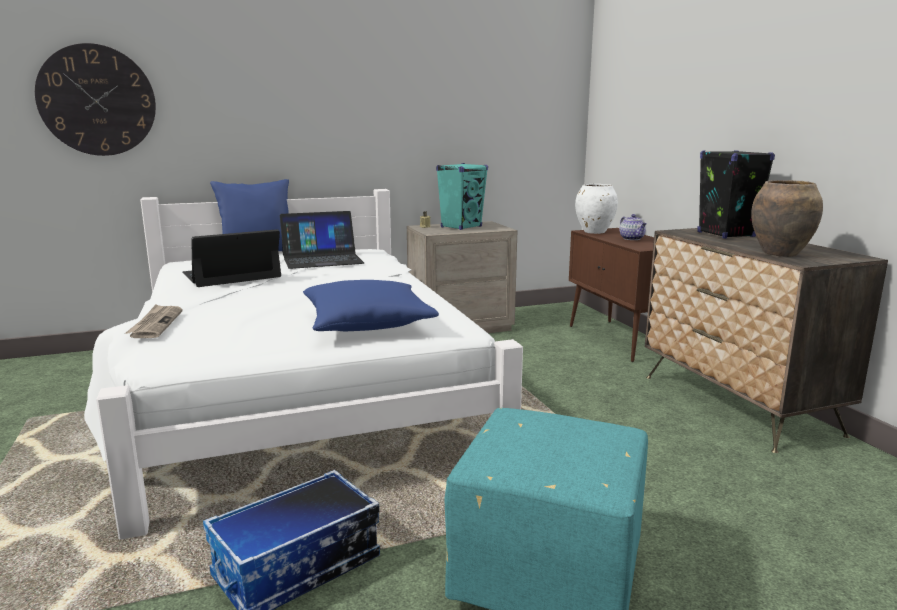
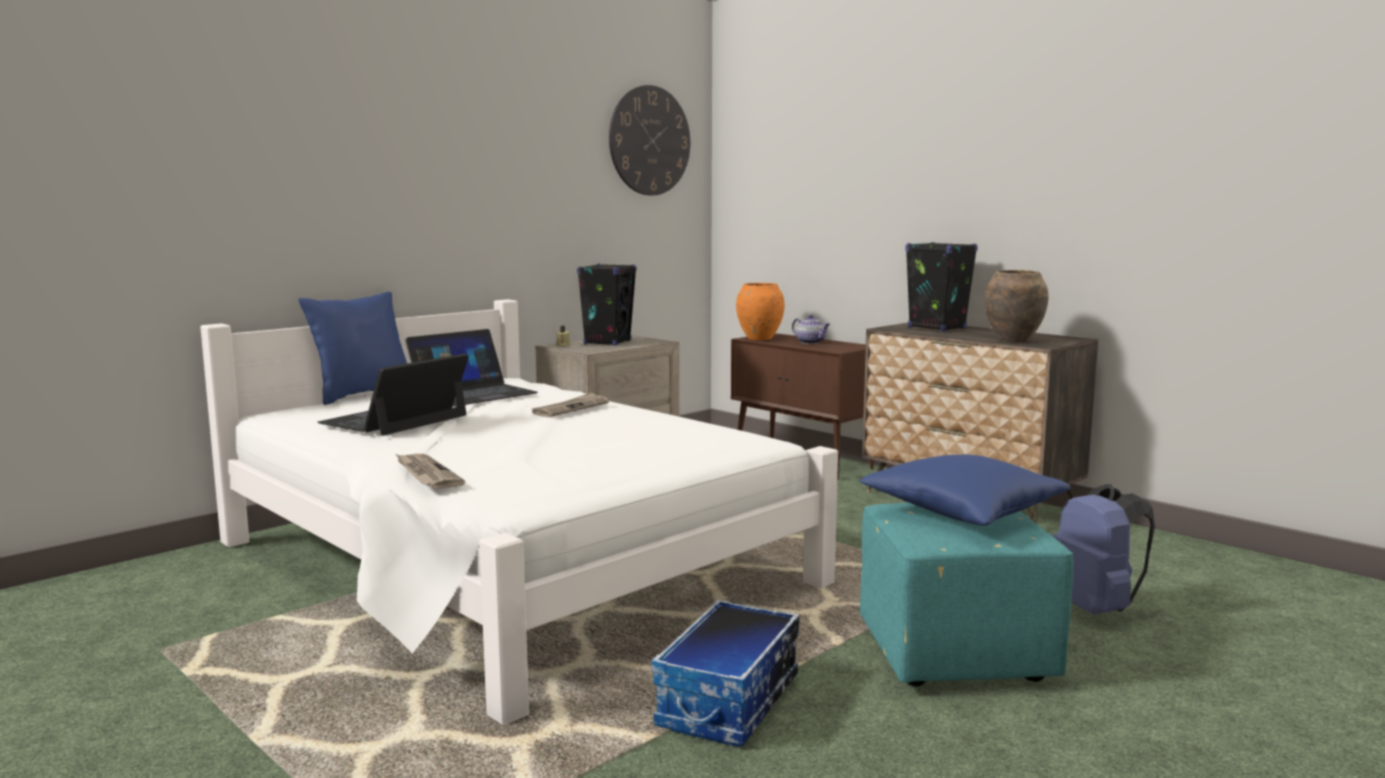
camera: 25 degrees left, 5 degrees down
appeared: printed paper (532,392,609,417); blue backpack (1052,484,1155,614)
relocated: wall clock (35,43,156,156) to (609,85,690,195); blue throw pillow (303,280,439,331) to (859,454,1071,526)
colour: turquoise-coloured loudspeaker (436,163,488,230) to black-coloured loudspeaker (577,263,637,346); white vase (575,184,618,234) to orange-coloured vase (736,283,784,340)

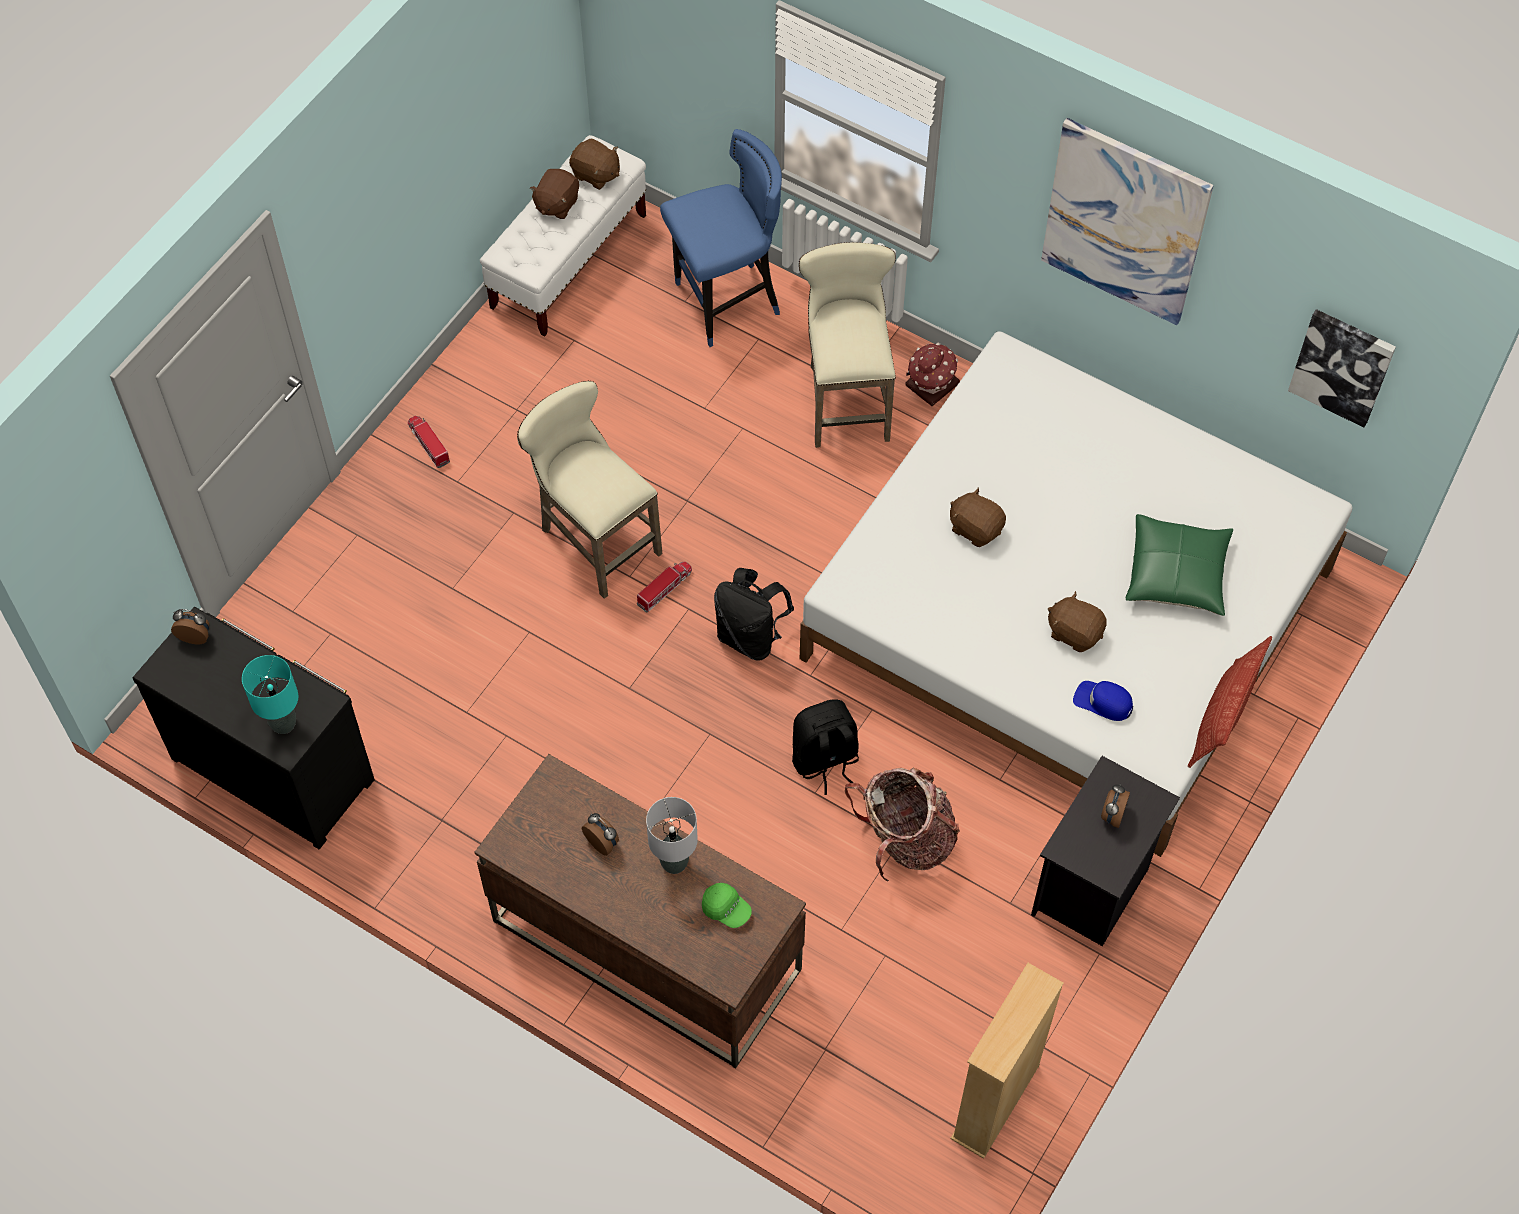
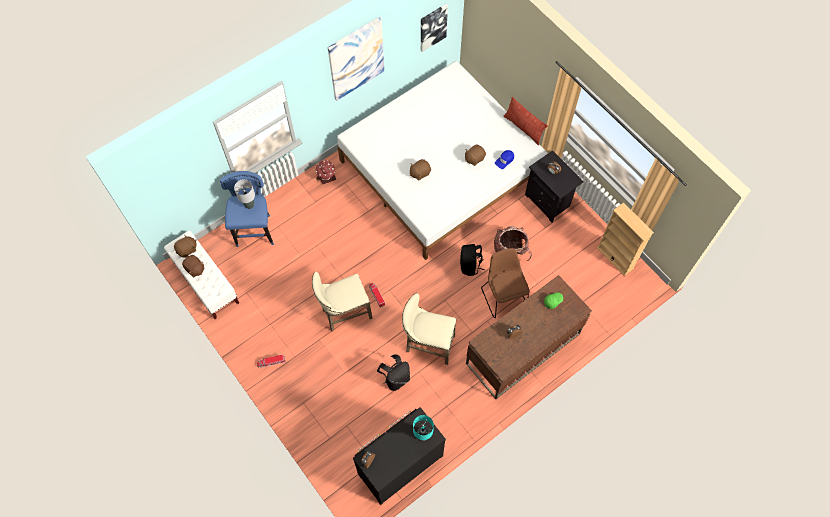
camera: 70 degrees left, 5 degrees up
missing: green throw pillow (1126,514,1233,616)
appeared: brownish upright chair (481,248,529,318)
relocated: greyish lamp for a table (646,797,698,874) to (234,179,255,209); black-coloured backpack (714,568,794,661) to (377,354,410,391); sand-coloured stool seat (799,242,896,448) to (402,293,456,365)

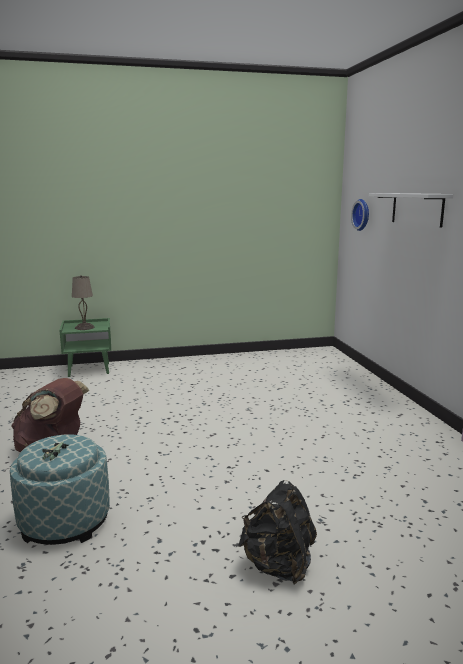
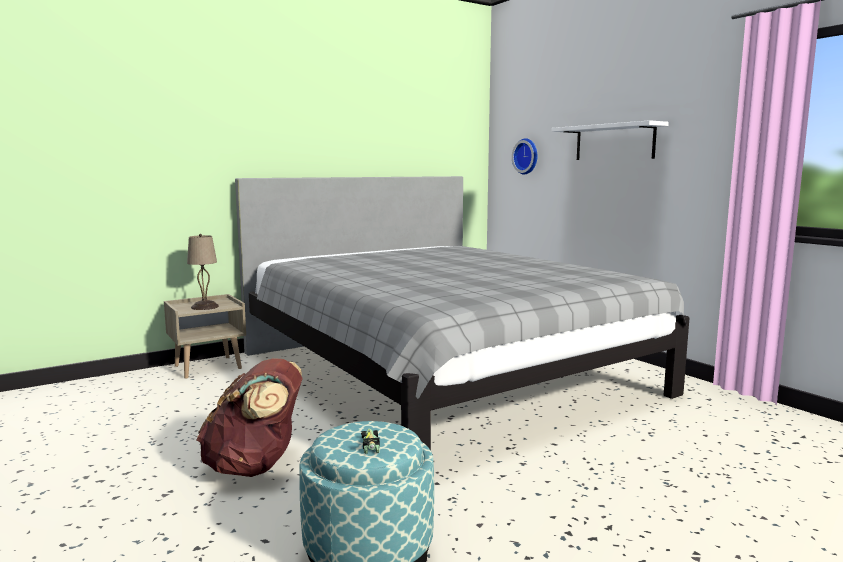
camera: 20 degrees left, 5 degrees down
missing: black-coloured backpack (238,480,317,584)
appeared: greyish bed (235,176,690,450)
colour: green bedside table (59,318,111,377) to sand-coloured bedside table (164,294,246,379)

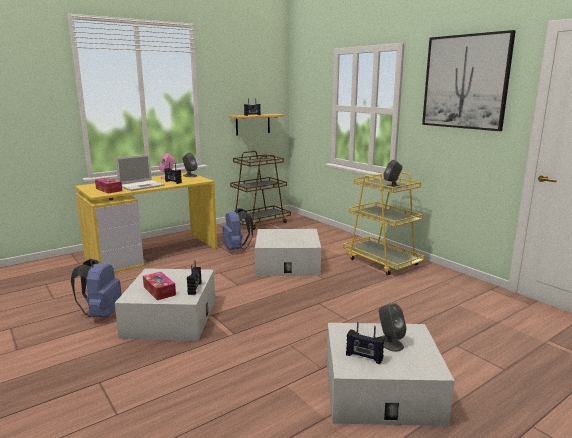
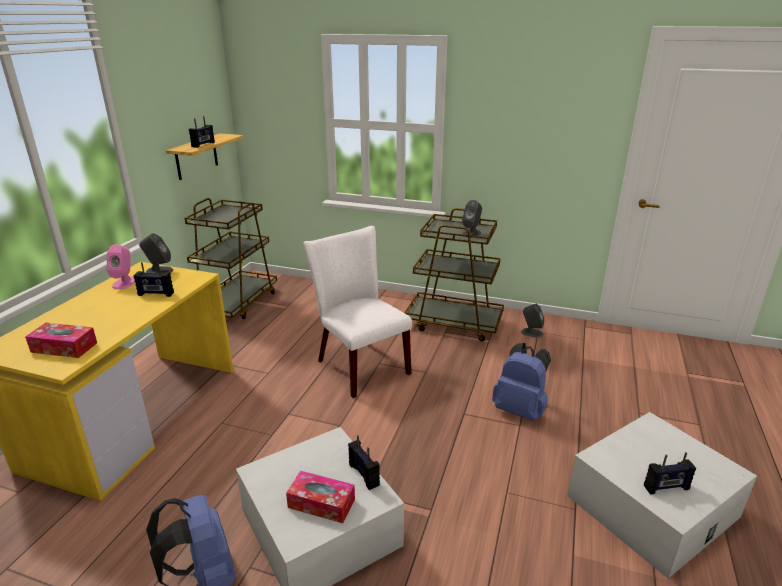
camera: 35 degrees left, 10 degrees up
missing: notebook computer (115,154,165,191); wall picture (422,30,516,131)
relocated: blue backpack (222,208,253,250) to (492,343,551,421); greyish loudspeaker (379,303,407,352) to (521,304,544,338)
exchanged: white storage container (255,229,321,276) to white upright chair (304,226,412,398)
colour: yellowish wheeled cart (343,172,425,275) to brownish wheeled cart (404,208,504,342)

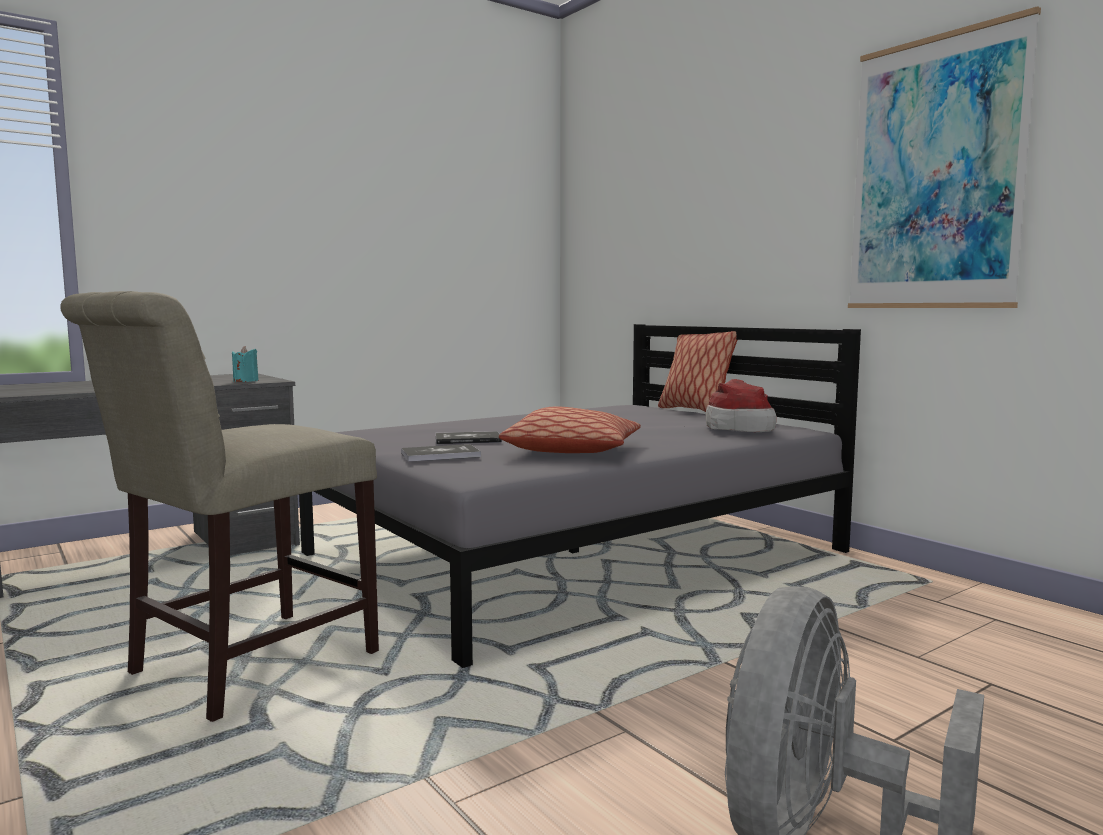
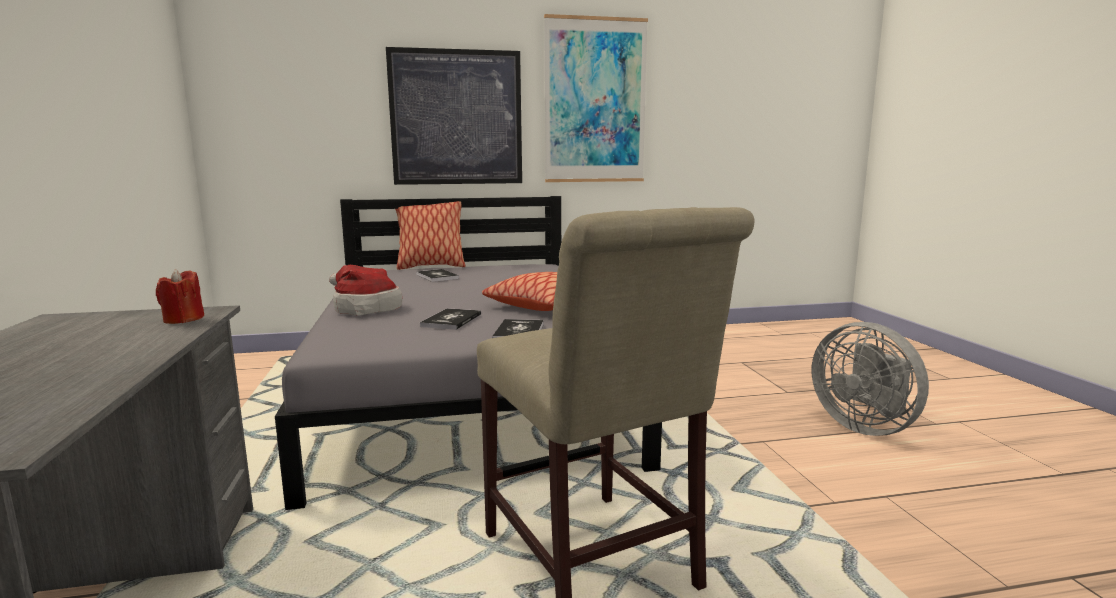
camera: 65 degrees left, 5 degrees up
appeared: wall picture (386,47,522,185); volume (416,269,459,282)
relocated: clothing hat (706,379,776,432) to (329,265,403,316)
colour: turquoise-coloured wax candle (232,346,259,382) to red-coloured wax candle (156,269,204,324)

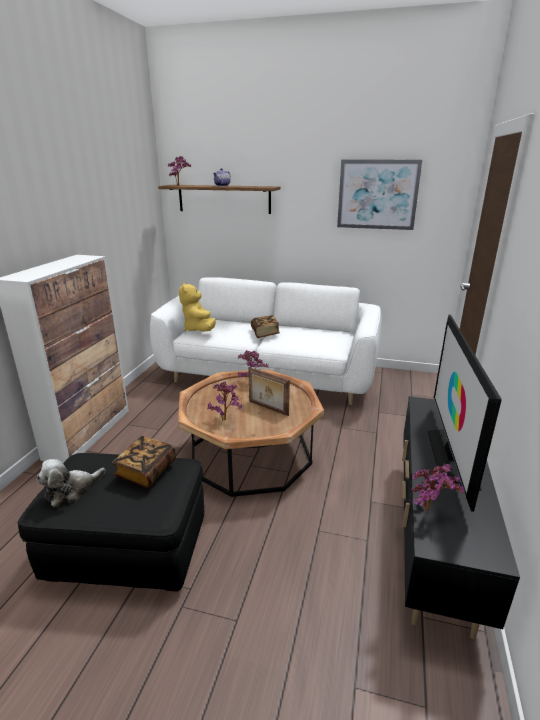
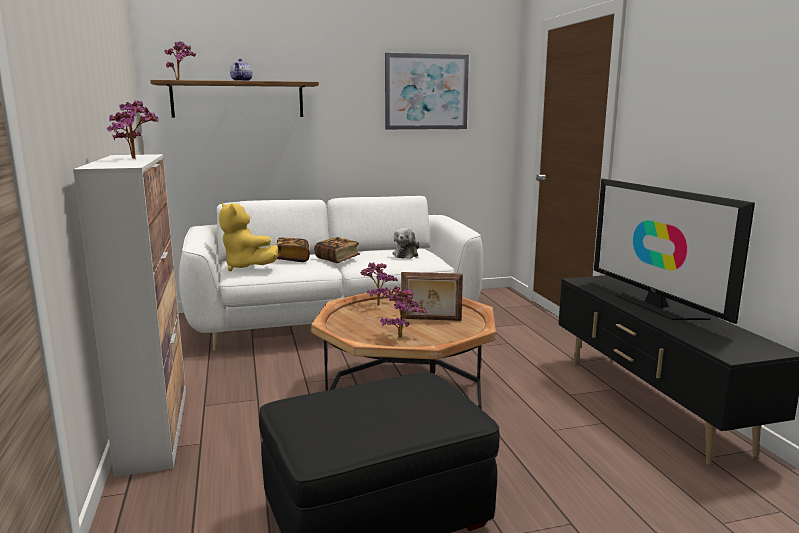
camera: 30 degrees left, 10 degrees down
relocated: plush toy (37,459,106,507) to (392,228,420,259); volume (112,436,176,489) to (276,238,310,262); houseplant (411,463,465,511) to (107,100,158,159)

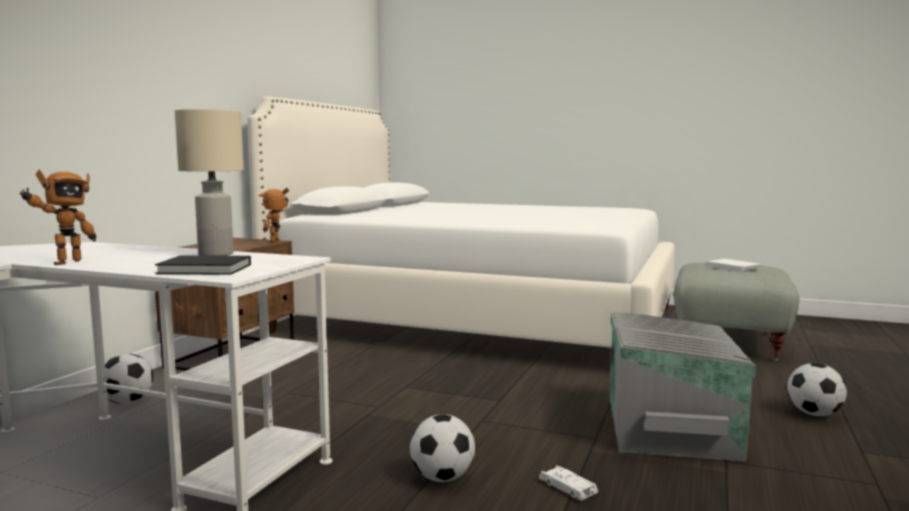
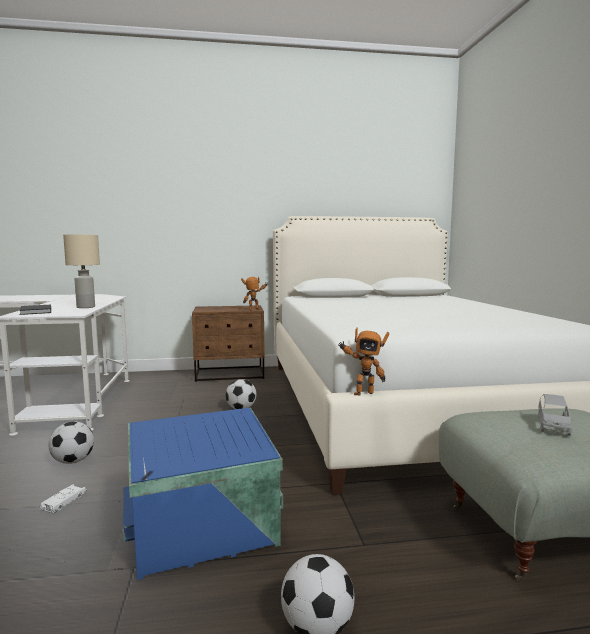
camera: 60 degrees right, 0 degrees up
relocated: robot figure (20,170,96,265) to (338,328,389,395); ball for football (105,354,153,404) to (226,379,257,409)
exchanged: white volume (707,259,760,272) to greyish miniature car (538,394,572,436)
colour: greyish storage container (610,312,756,461) to blue storage container (123,408,283,580)

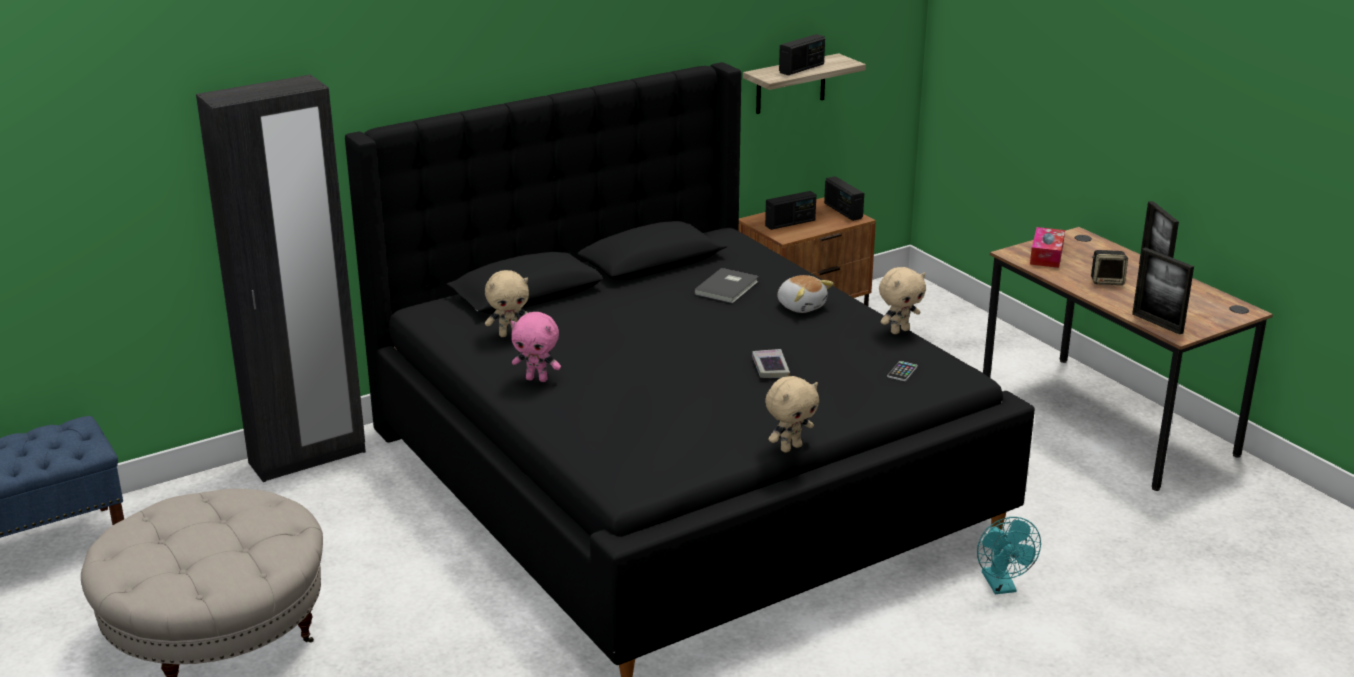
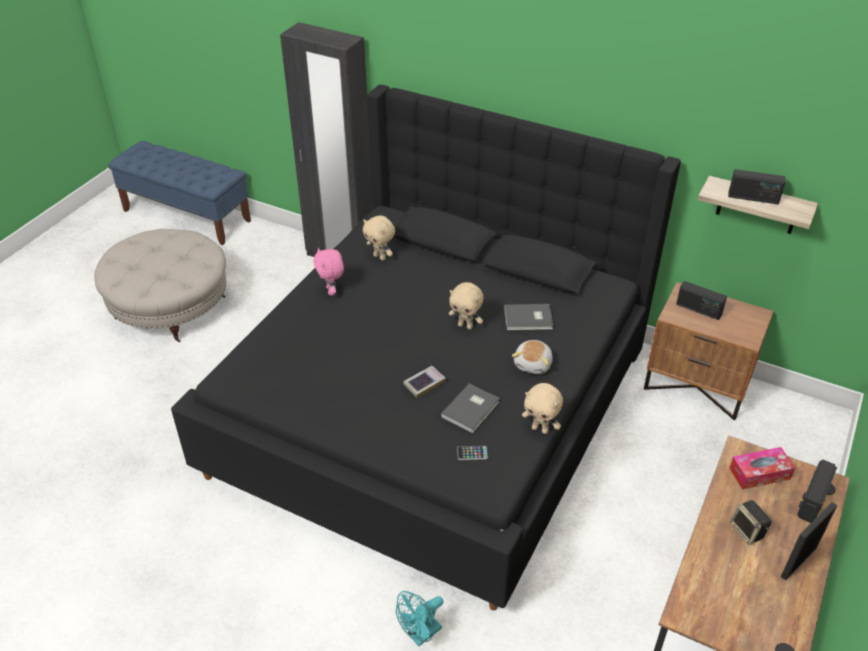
camera: 60 degrees right, 15 degrees up
missing: photo frame (1132,247,1194,335)
appeared: greyish volume (440,384,500,433)
relocated: sand-coloured plush toy (765,376,819,452) to (449,282,484,330); radio (824,176,864,221) to (797,460,837,523)

